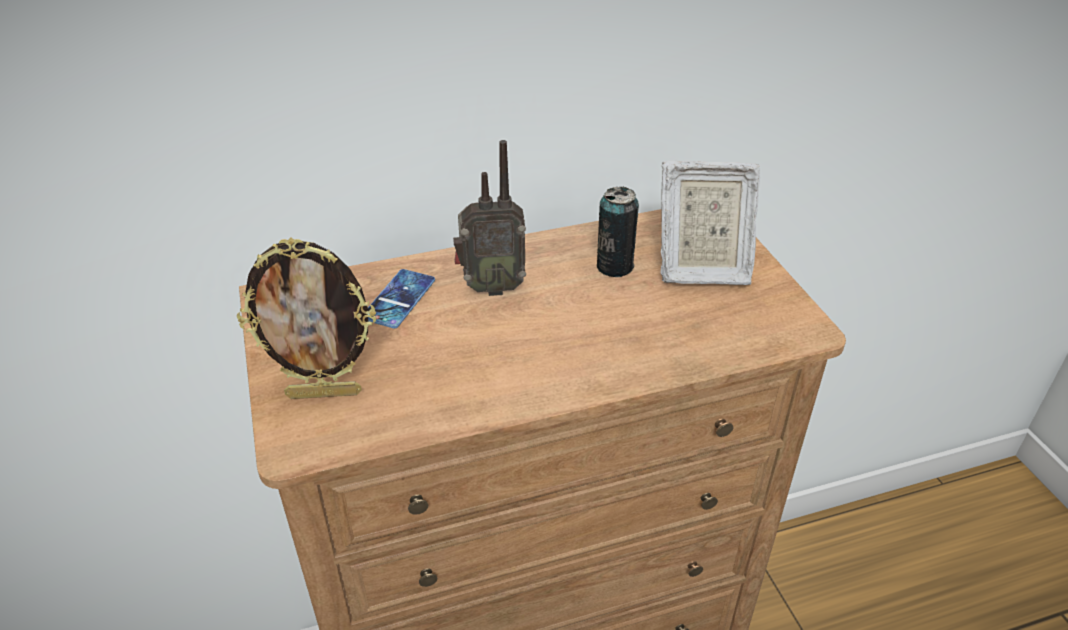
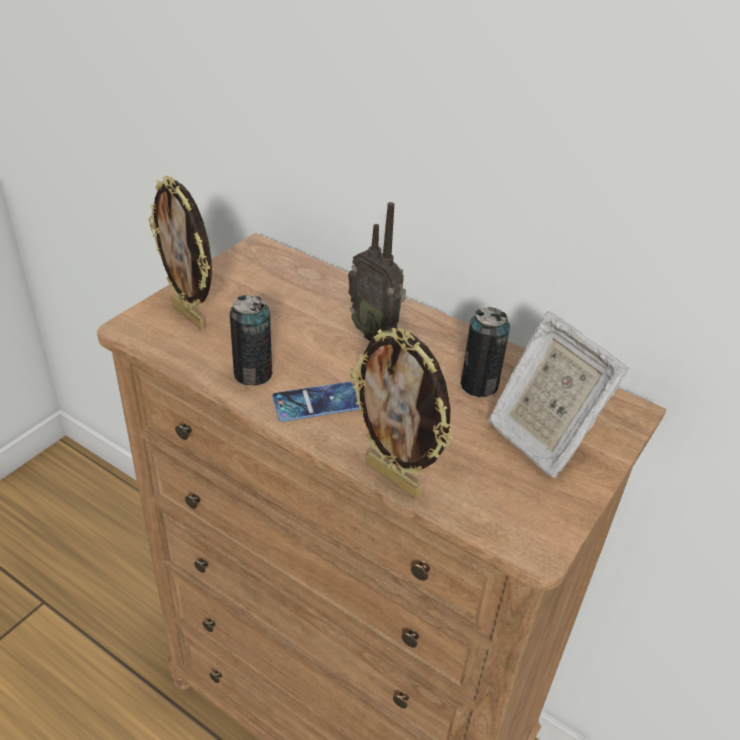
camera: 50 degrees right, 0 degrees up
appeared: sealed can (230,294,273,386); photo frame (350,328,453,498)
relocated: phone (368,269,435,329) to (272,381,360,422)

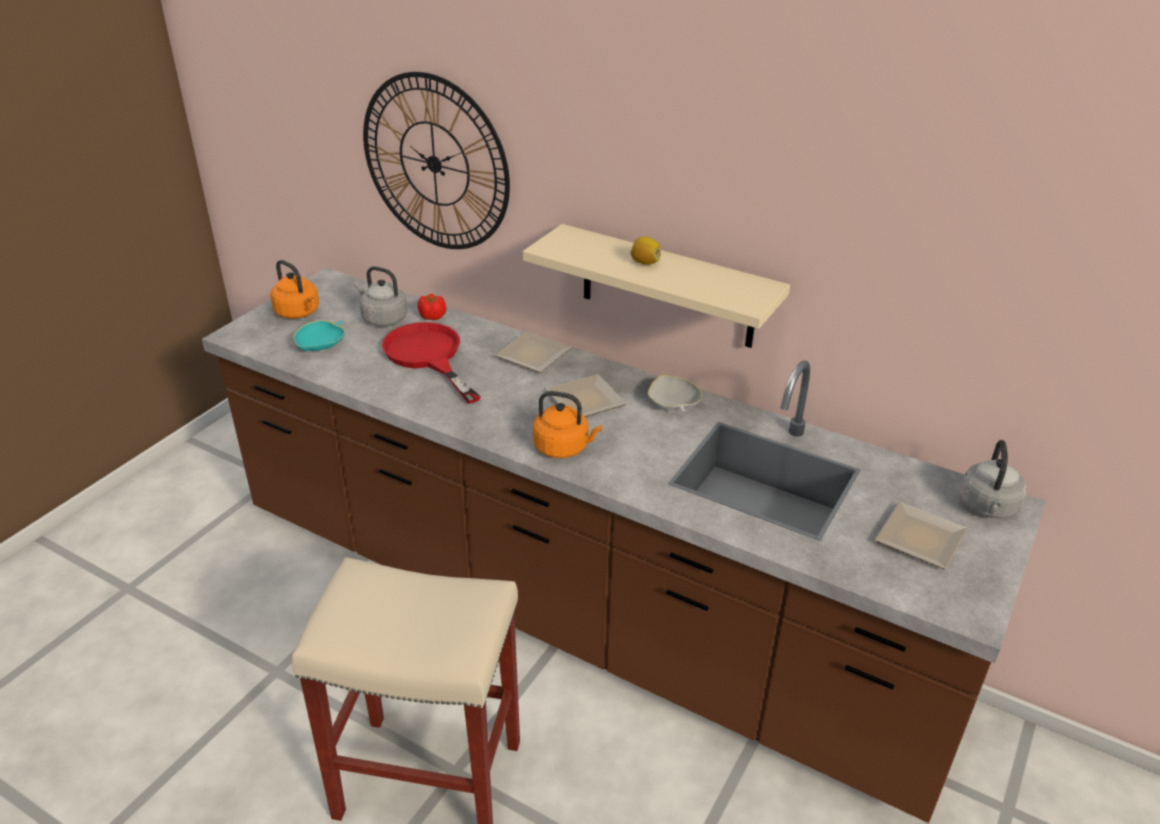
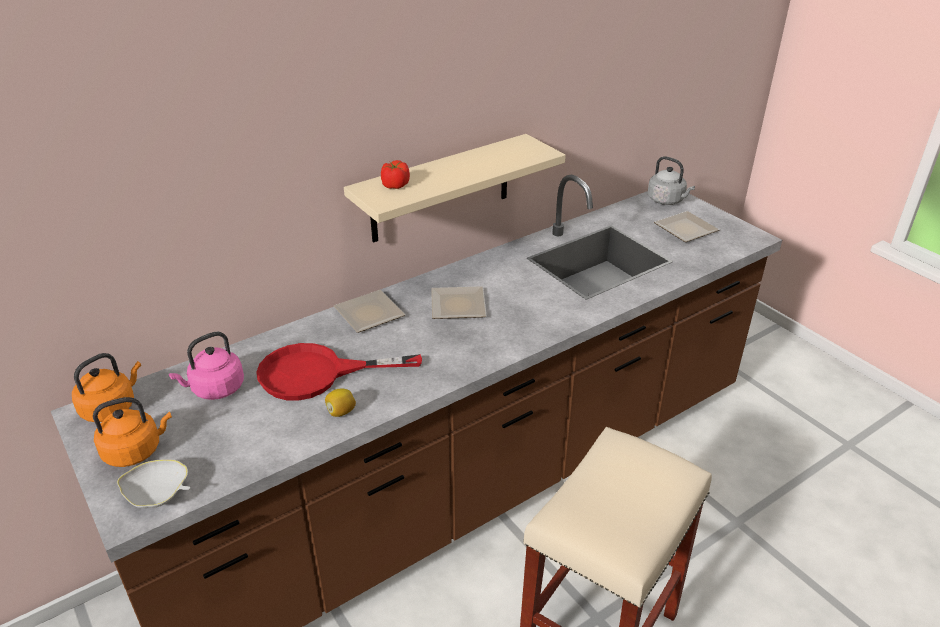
camera: 65 degrees left, 0 degrees up
missing: turquoise-coloured deep dish (294,320,345,351); wall clock (363,72,510,249)
relocated: fresh tomato (417,294,446,320) to (381,160,410,189); orange-coloured kettle (533,391,602,458) to (72,353,141,422); lemon (631,237,661,265) to (325,389,356,417); white deep dish (648,375,702,411) to (117,459,191,508)
colour: greyish kettle (355,266,408,327) to pinkish kettle (169,331,244,400)

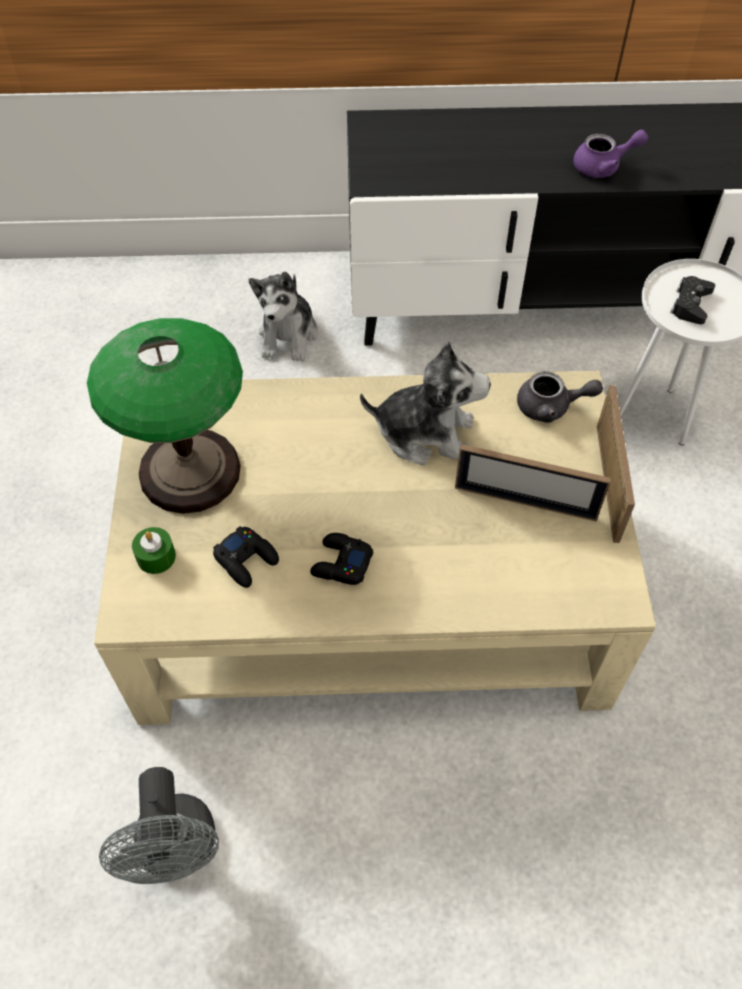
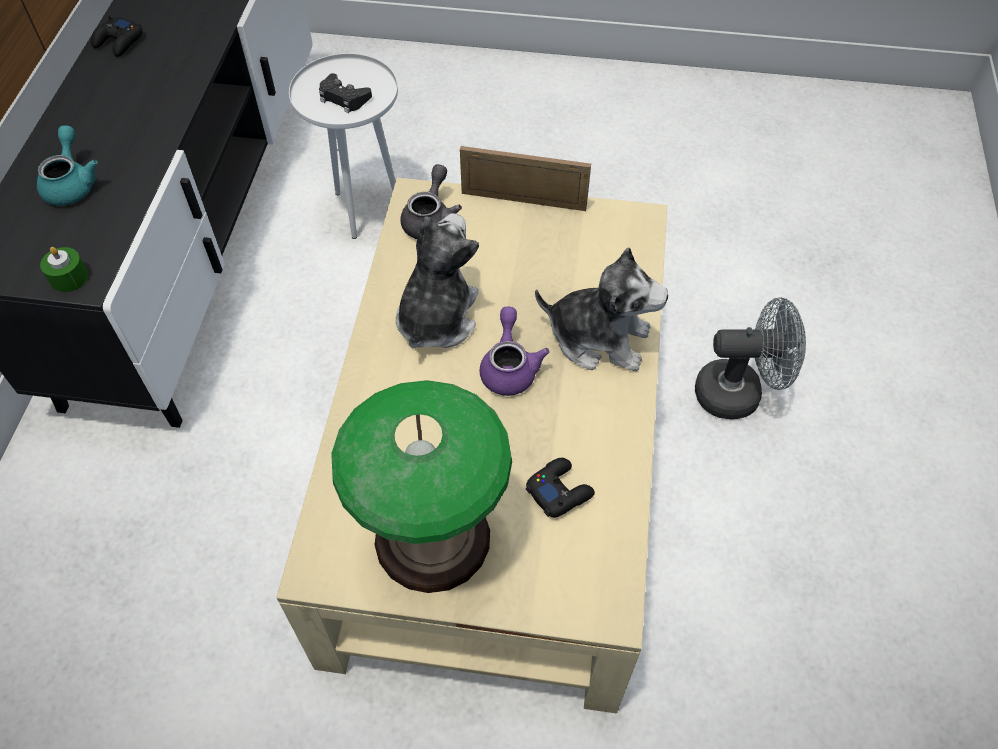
camera: 80 degrees left, 0 degrees up
missing: photo frame (455,444,611,521)
appeared: turquoise-coloured tea pot (37,126,98,206)
relocated: greyish fan (99,767,219,884) to (695,298,806,419); green wax candle (132,527,176,574) to (40,247,88,292); plush toy (249,272,318,362) to (535,247,668,371); black-coloured joypad (310,533,374,585) to (91,15,143,57); purplish tea pot (573,129,648,178) to (480,306,550,396)

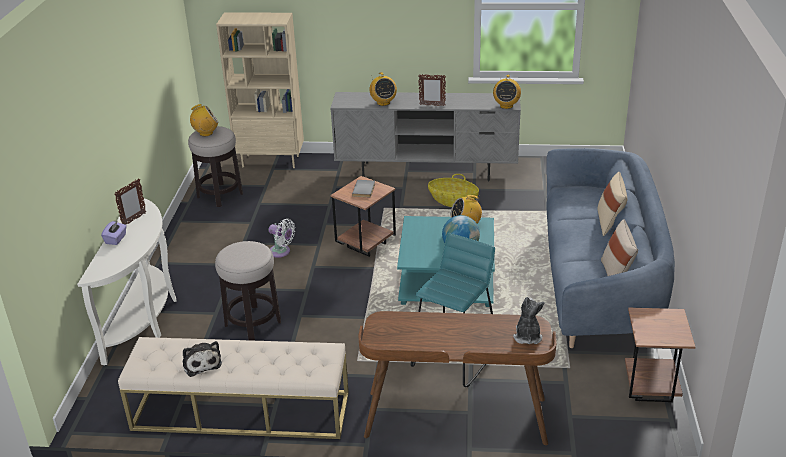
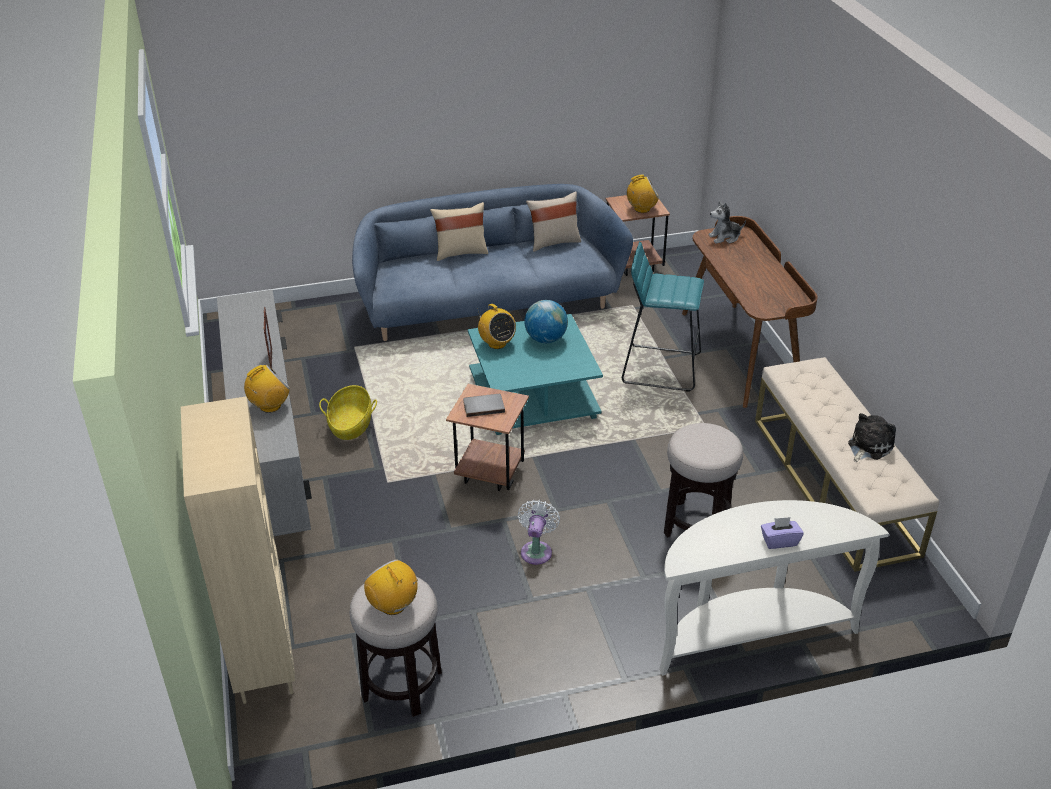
camera: 110 degrees left, 5 degrees up
missing: photo frame (114,178,147,225)
relocated: radio (493,75,521,109) to (627,174,659,213)

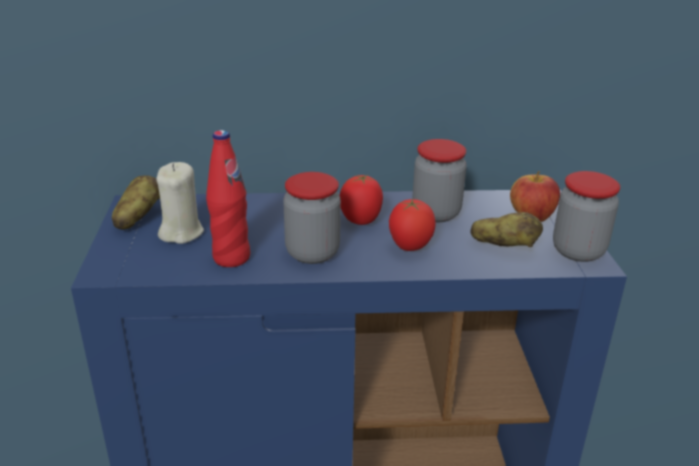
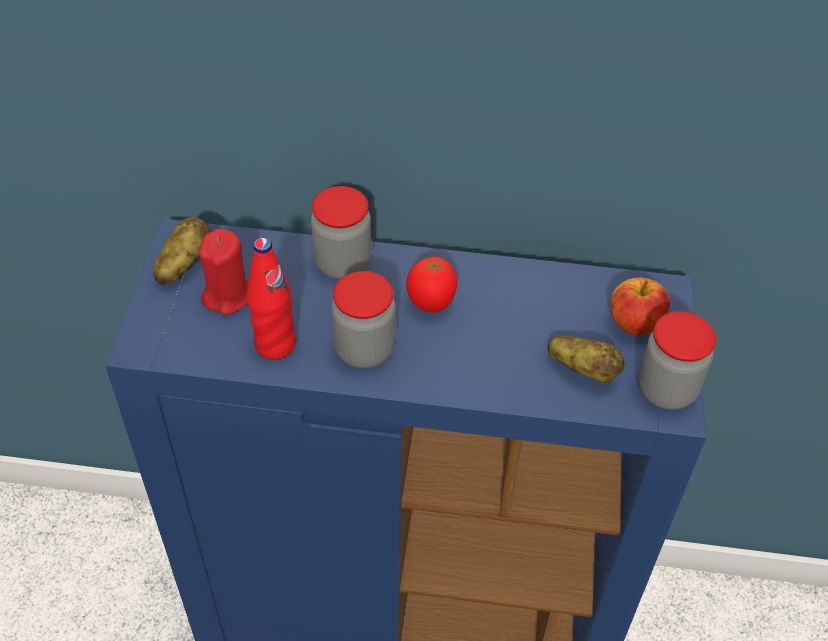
camera: 10 degrees right, 20 degrees up
missing: fresh tomato (389,199,436,251)
relocated: storage jar (412,139,467,222) to (311,186,371,279)
colour: sand-coloured wax candle (157,162,204,244) to red-coloured wax candle (199,229,249,315)

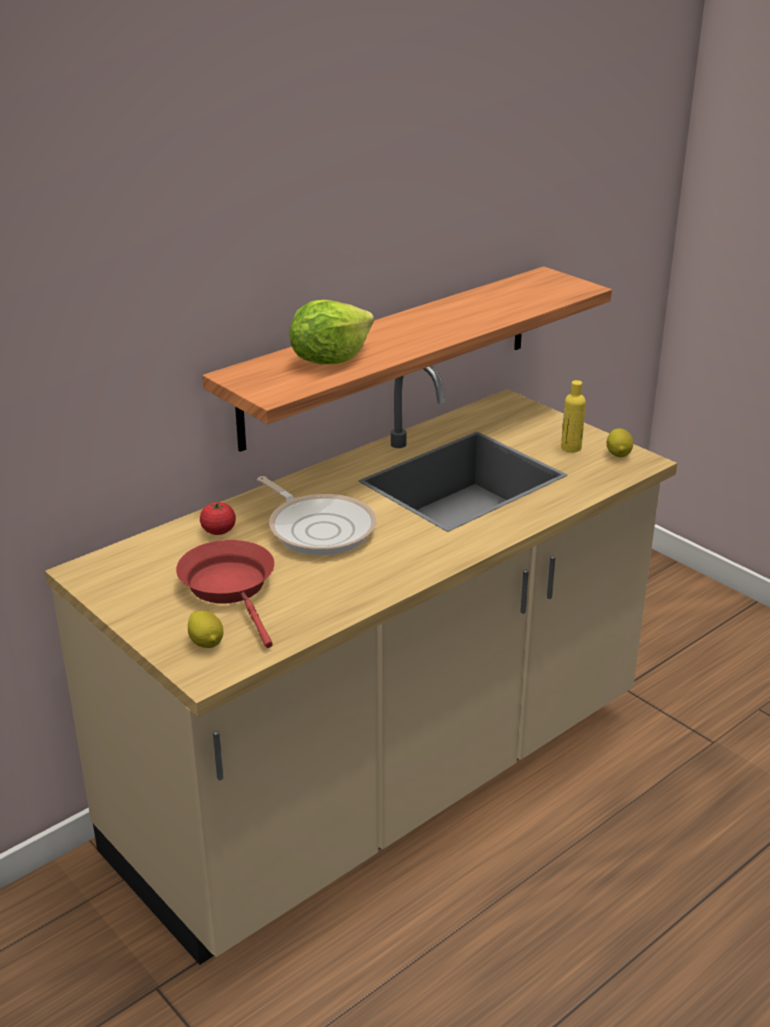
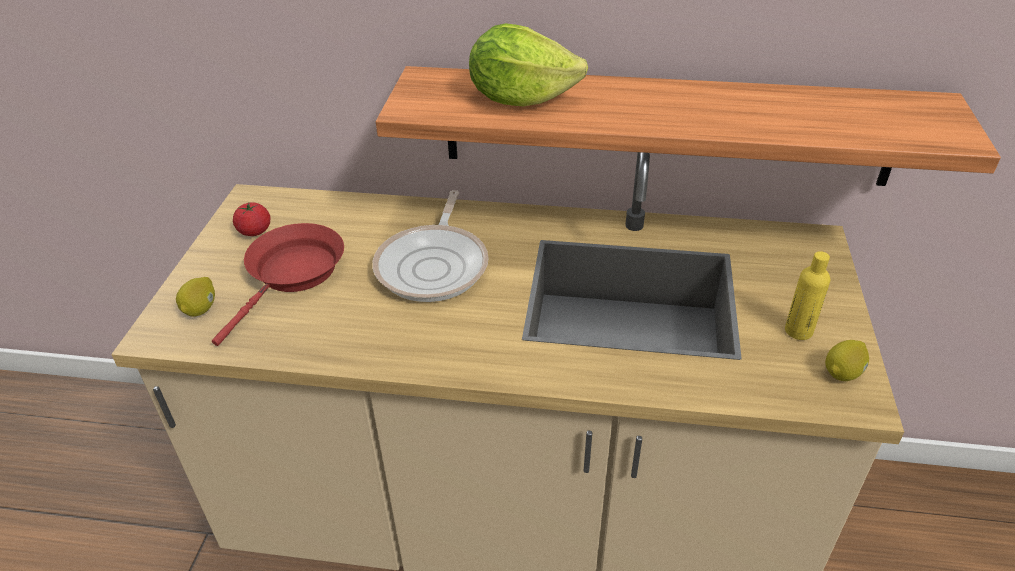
camera: 50 degrees right, 10 degrees up
relocated: fresh tomato (200,502,236,535) to (233,202,271,236)

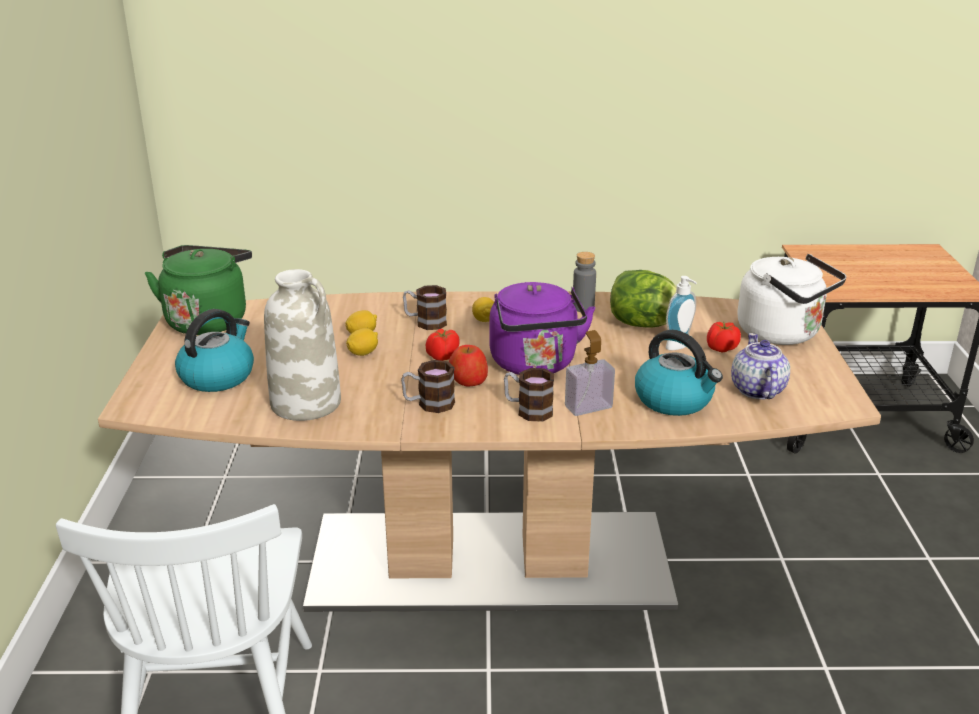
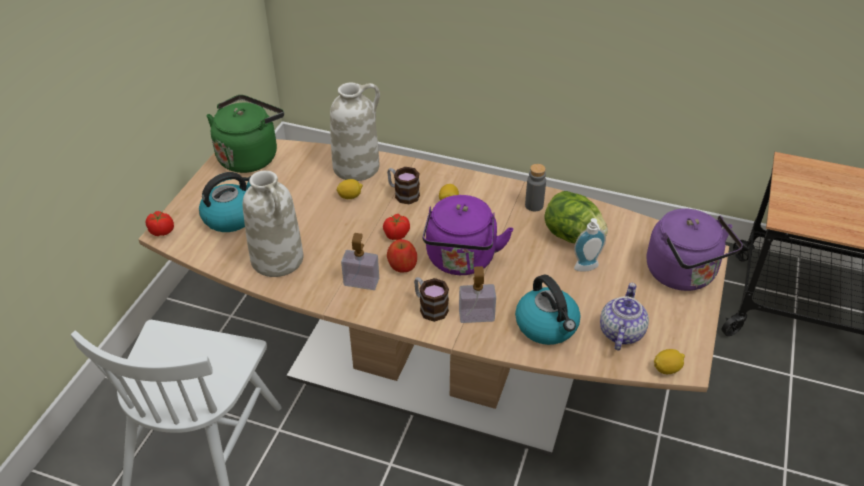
camera: 20 degrees right, 15 degrees up
appeared: white vase (330,83,380,181)
relocated: lemon (346,328,378,356) to (654,349,685,374); fresh tomato (707,322,741,352) to (145,211,174,236)
exchanged: coffee mug (401,360,455,413) to soap dispenser (341,233,379,290)
colour: white kettle (737,254,846,345) to purplish kettle (647,209,743,291)

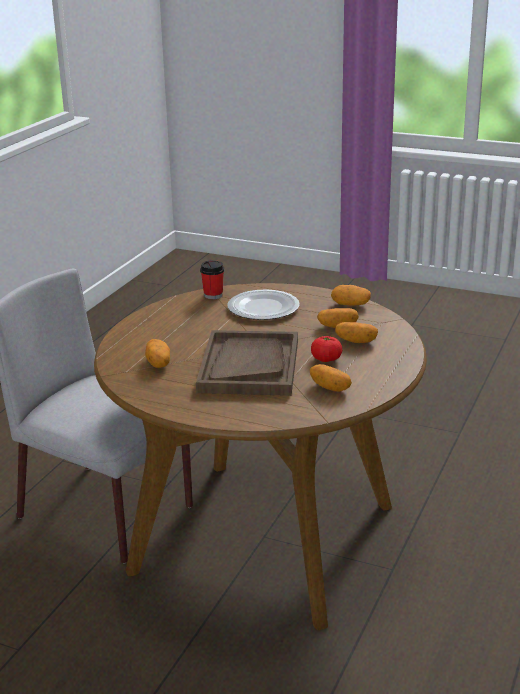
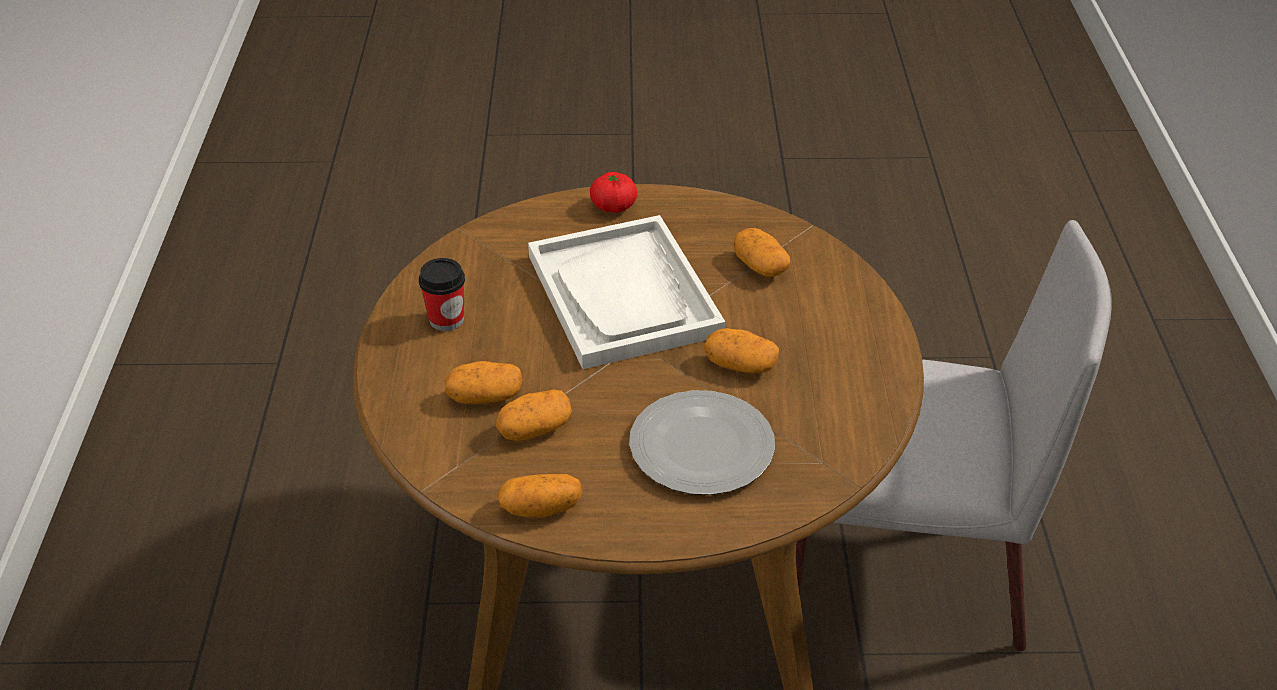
camera: 155 degrees right, 15 degrees up
relocated: drinking cup (200,260,224,299) to (419,258,465,331); potato (310,364,352,392) to (703,328,779,373); fresh tomato (311,336,342,362) to (590,172,637,213)
colour: brownish carrying tray (196,330,298,396) to white carrying tray (528,215,725,369)

